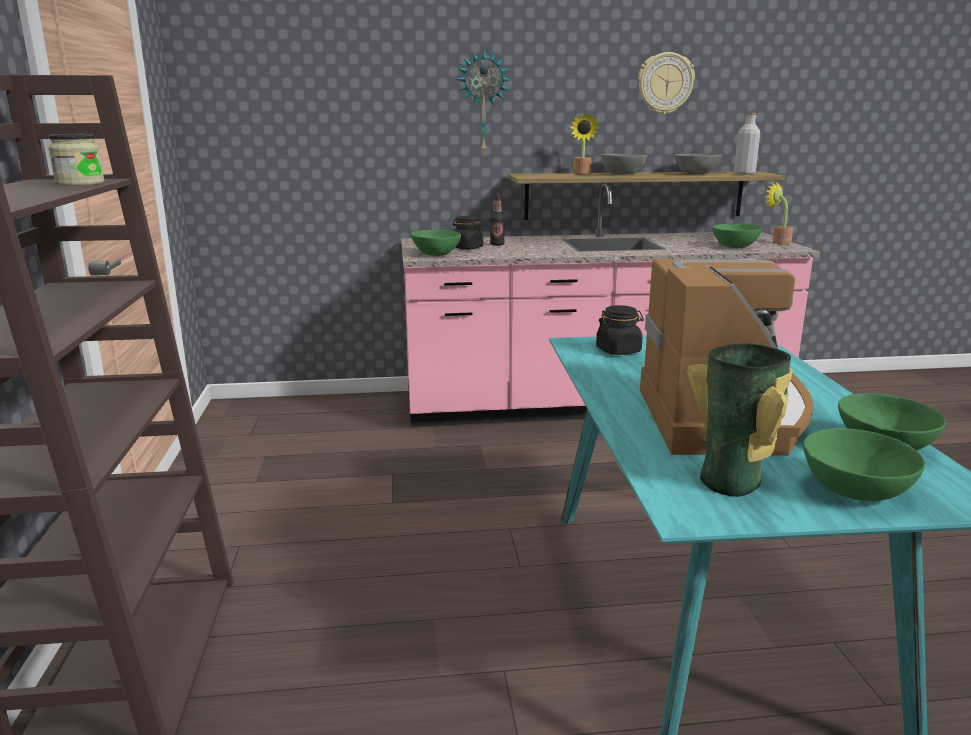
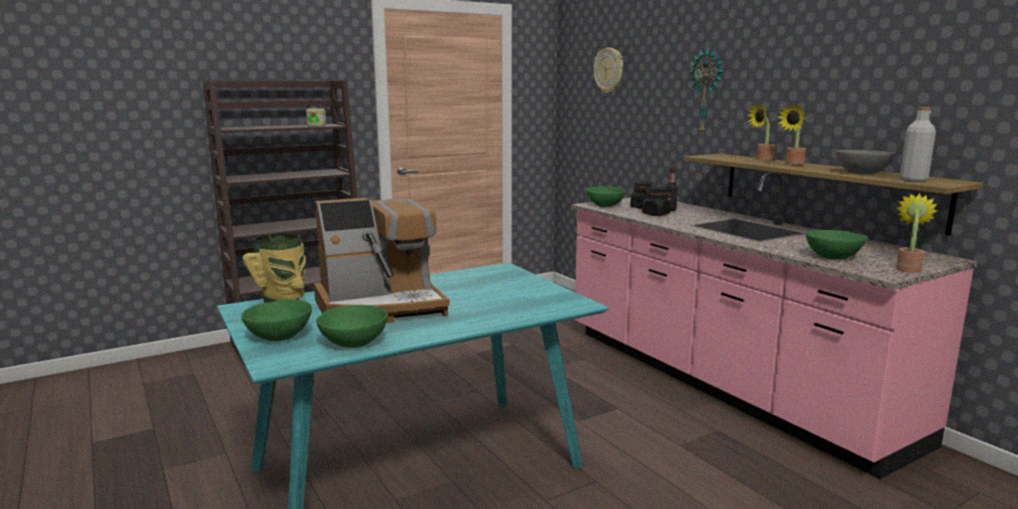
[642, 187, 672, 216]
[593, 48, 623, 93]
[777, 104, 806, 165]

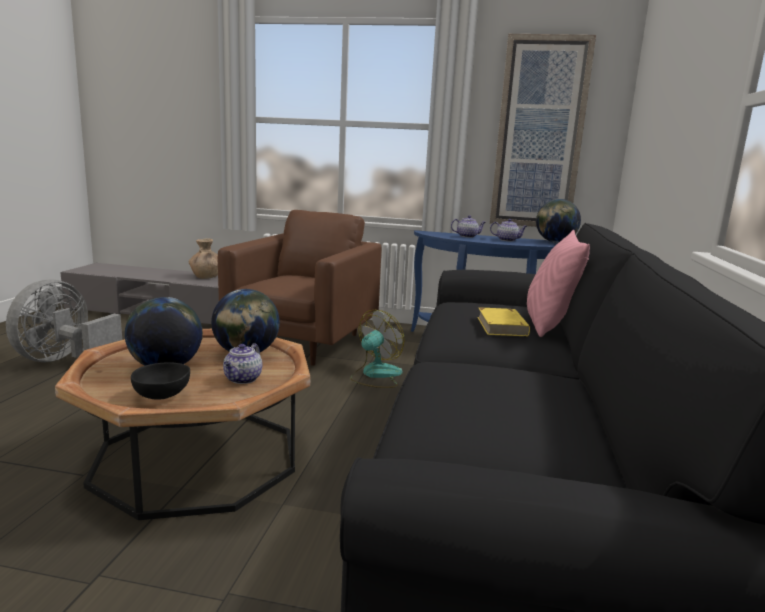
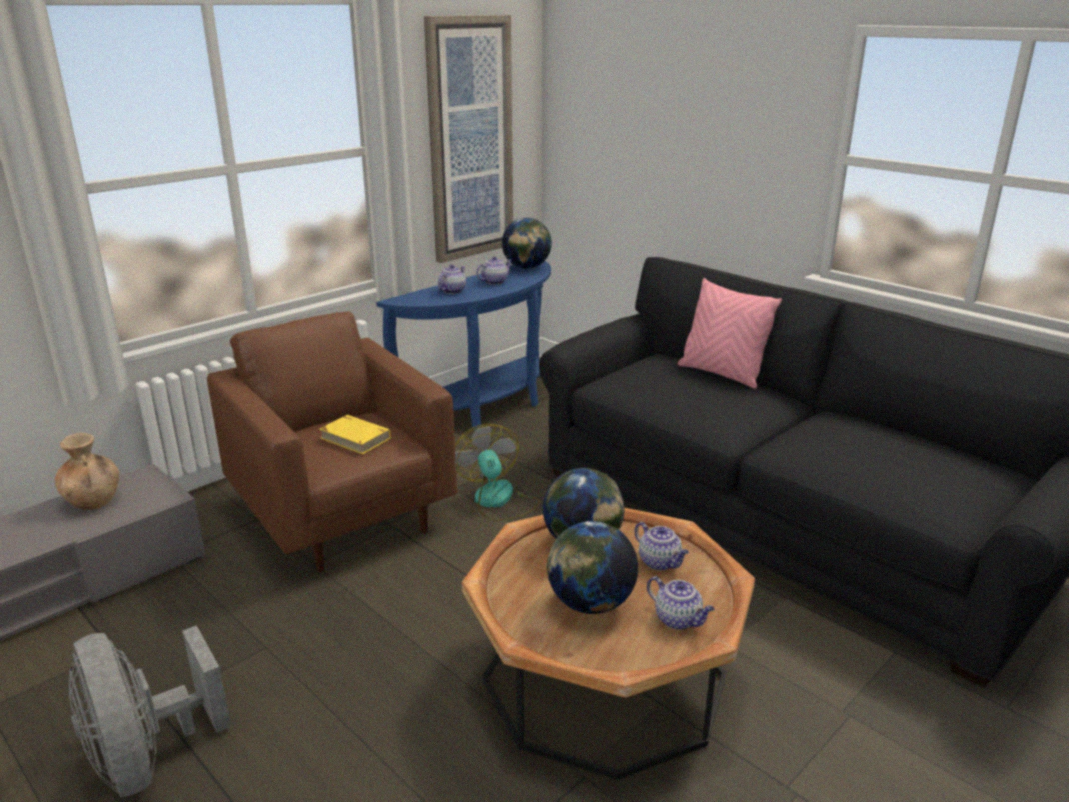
[320, 415, 391, 454]
[647, 576, 715, 630]

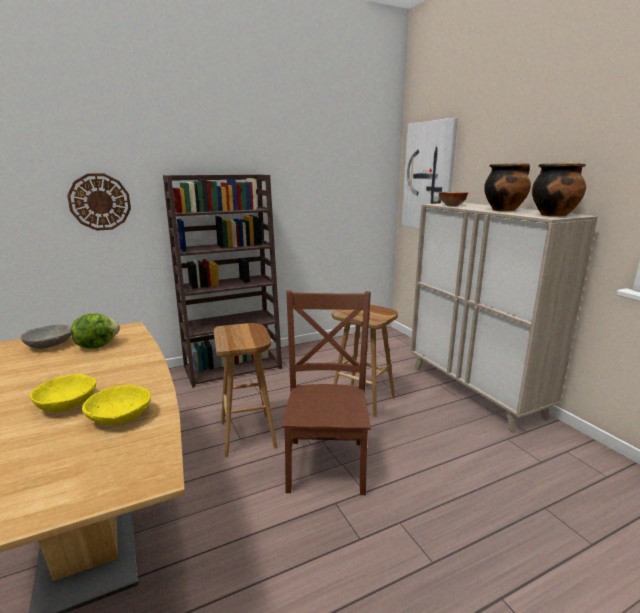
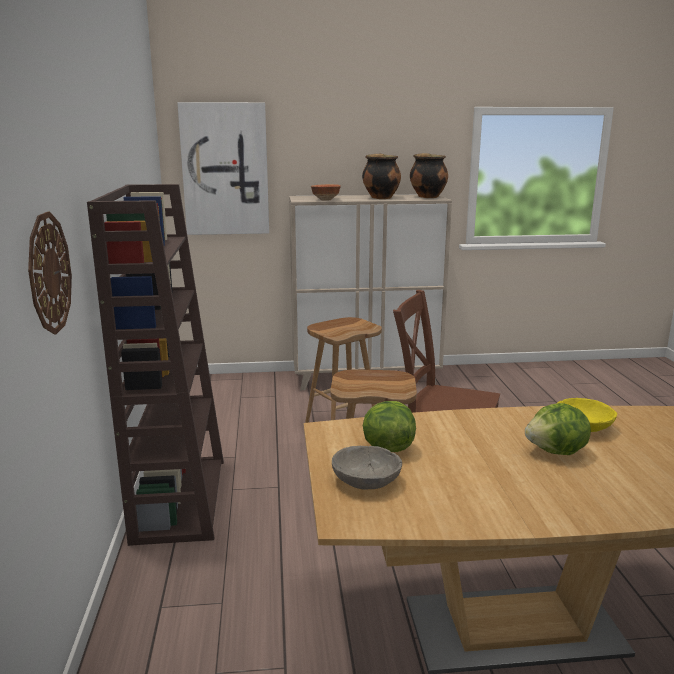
[525, 403, 591, 455]

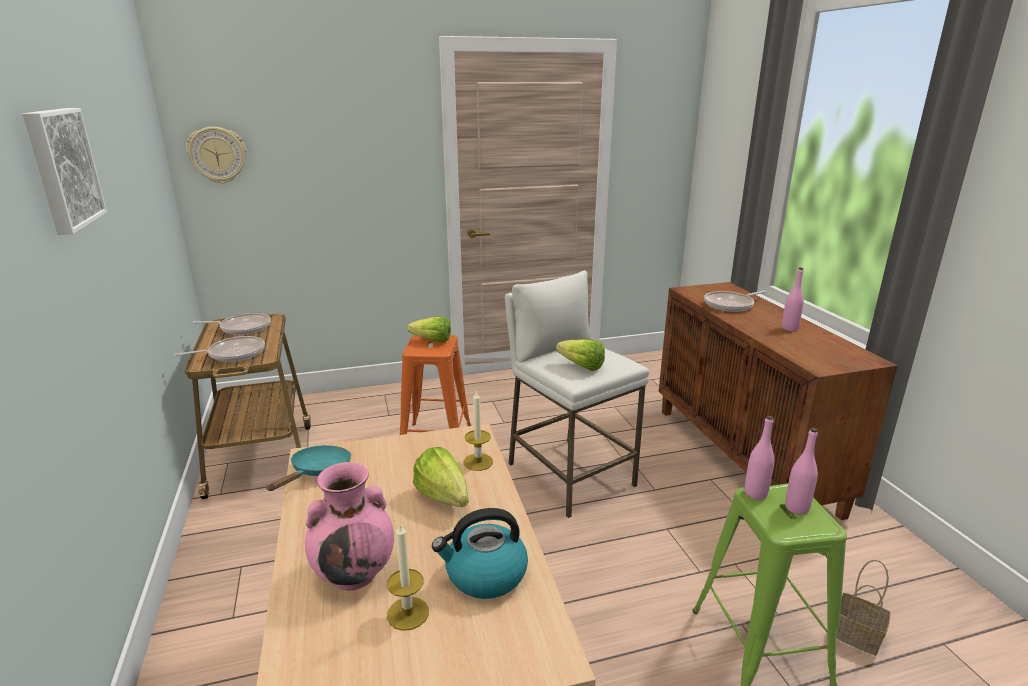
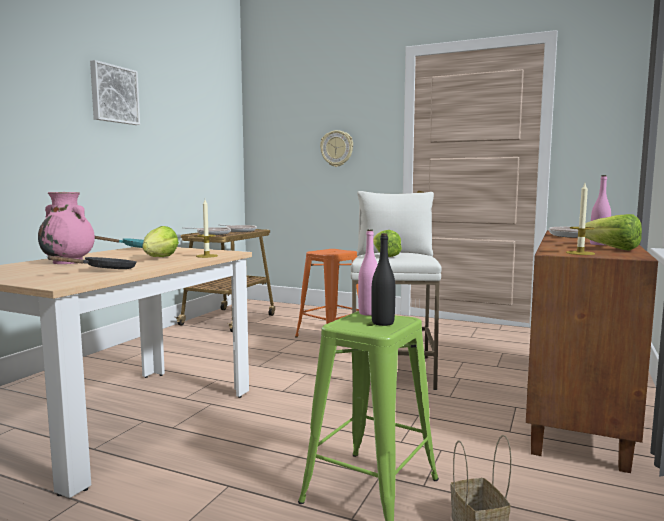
[320, 130, 353, 167]
[566, 183, 595, 255]
[585, 214, 642, 251]
[48, 256, 137, 269]
[371, 233, 395, 326]

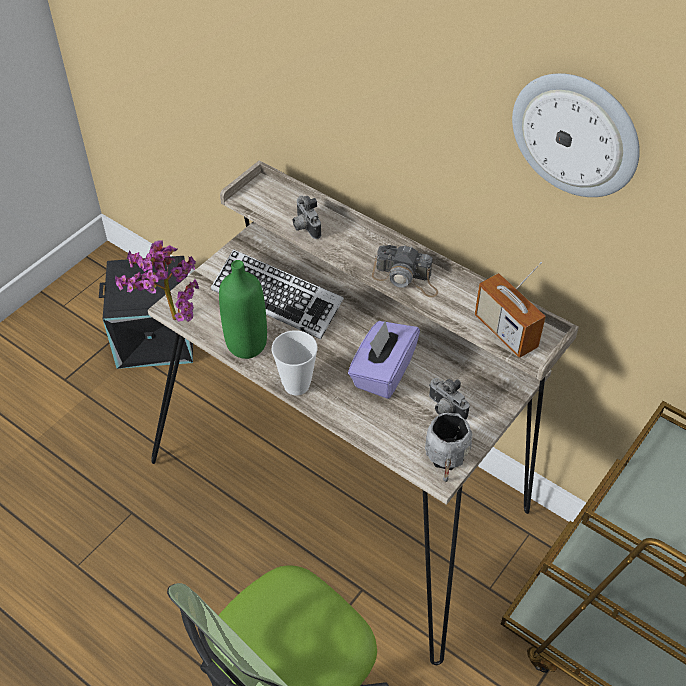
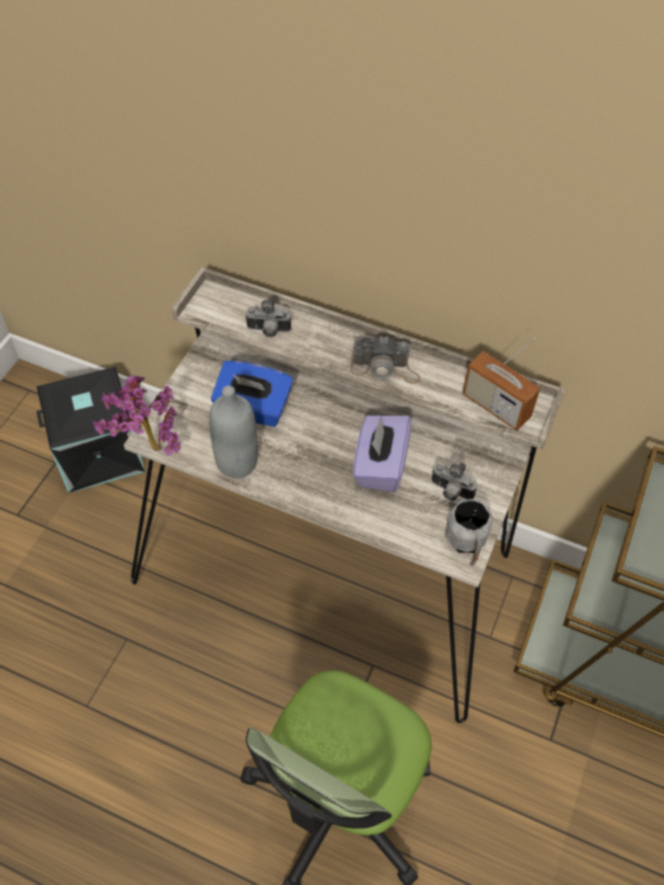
[272, 330, 318, 395] (first image)
[512, 73, 640, 197] (first image)
[211, 361, 294, 427]
[209, 386, 258, 478]
[245, 297, 291, 337]

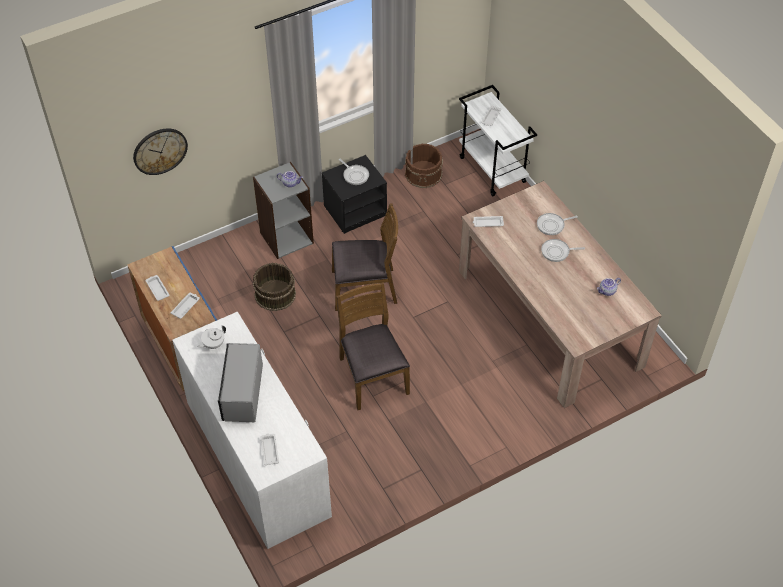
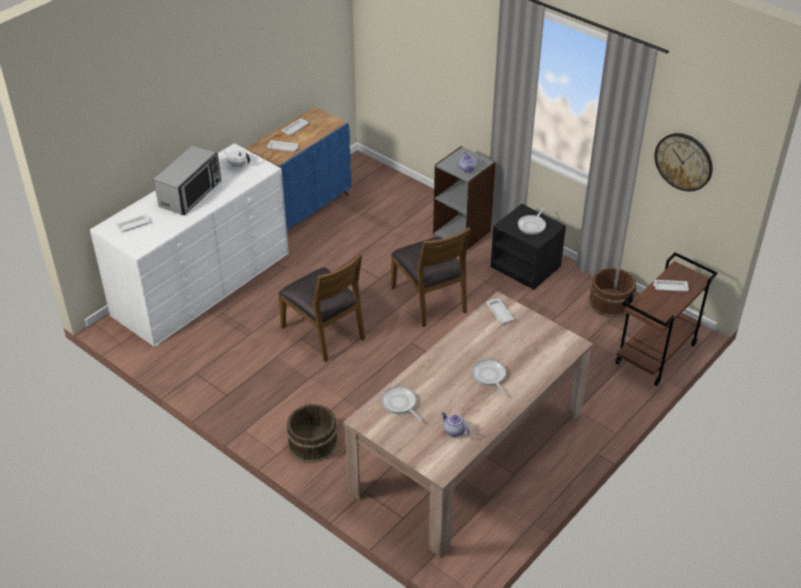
[654, 133, 713, 191]
[286, 404, 338, 463]
[381, 386, 423, 421]
[615, 252, 718, 386]
[154, 145, 221, 215]
[278, 254, 365, 362]

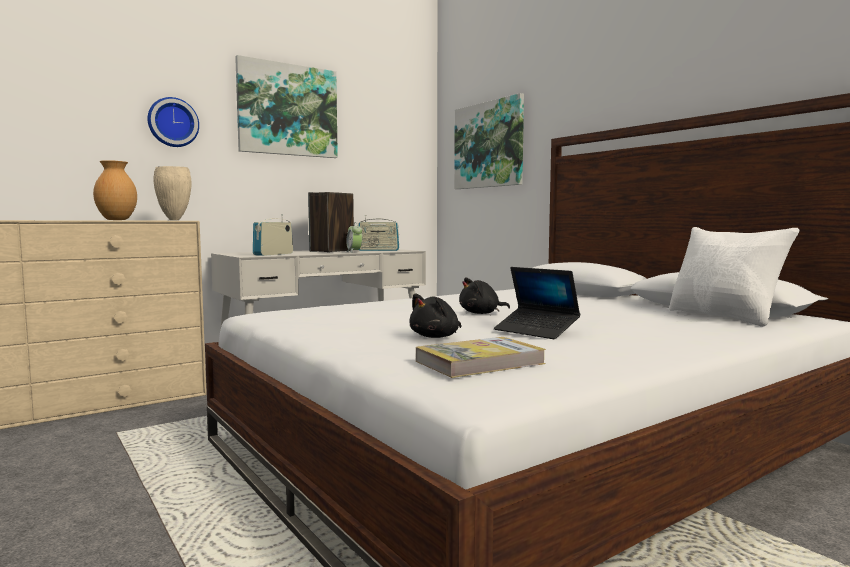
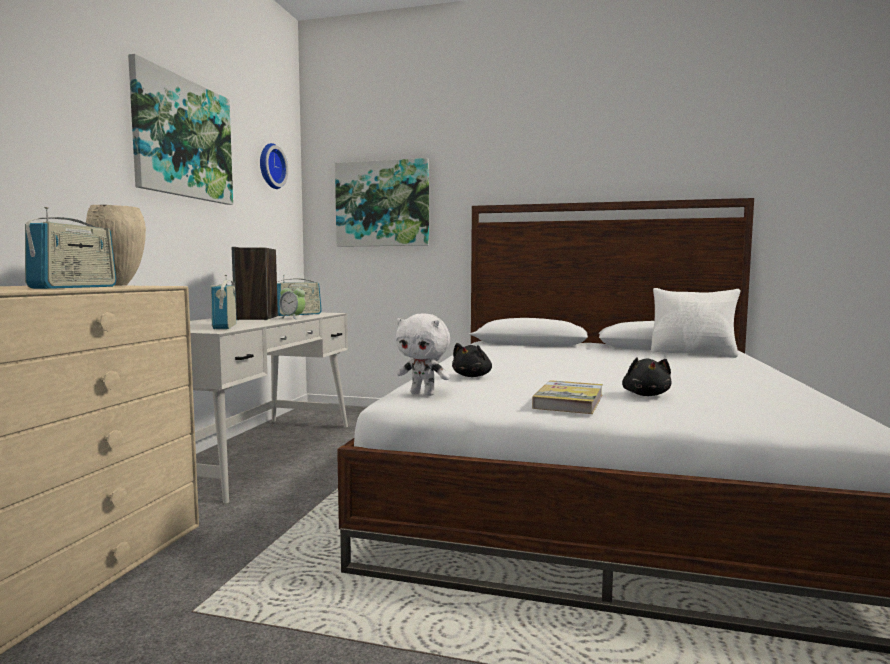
[494, 267, 580, 339] (first image)
[396, 314, 450, 396]
[260, 143, 288, 189]
[532, 380, 603, 414]
[452, 343, 492, 377]
[25, 207, 116, 289]

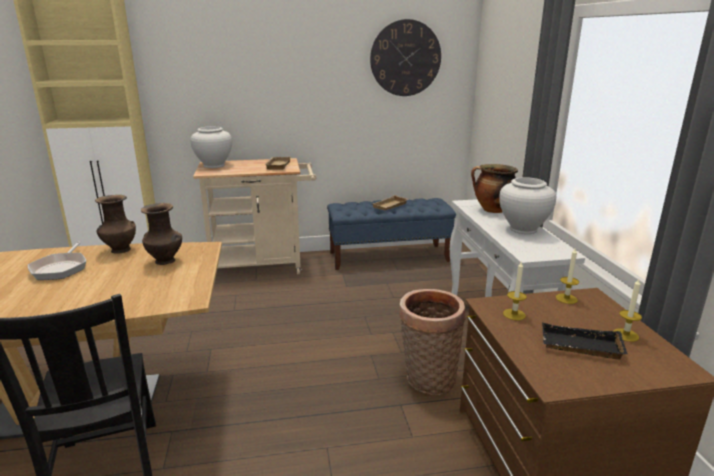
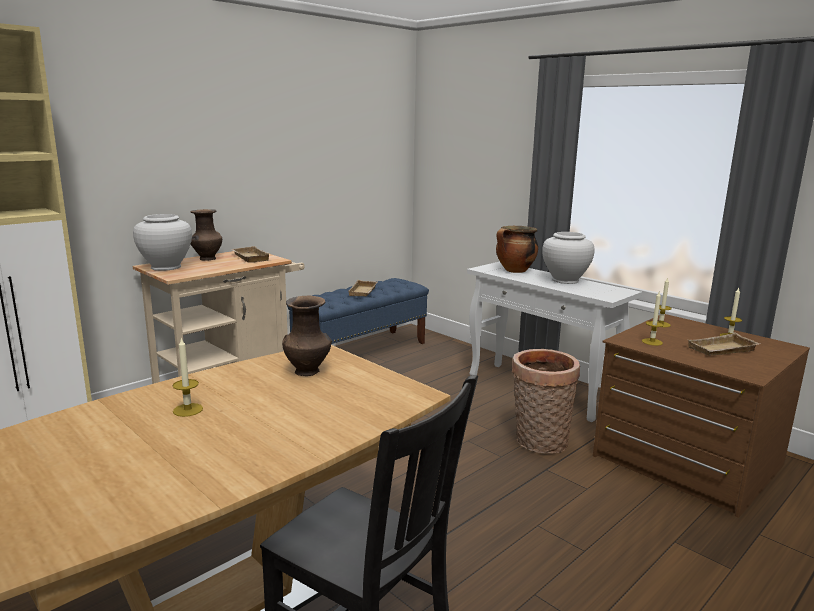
[370, 19, 441, 96] (first image)
[190, 209, 222, 261]
[173, 337, 203, 417]
[688, 333, 760, 356]

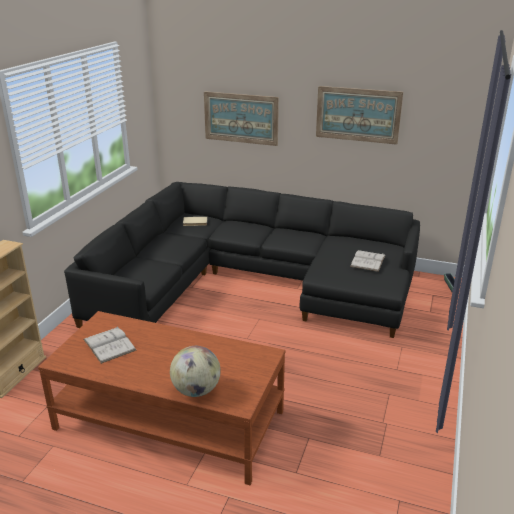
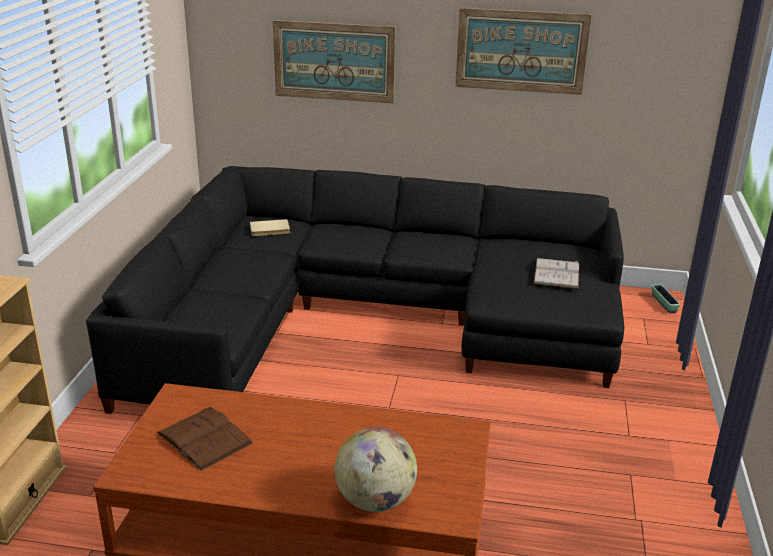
[156, 407, 253, 471]

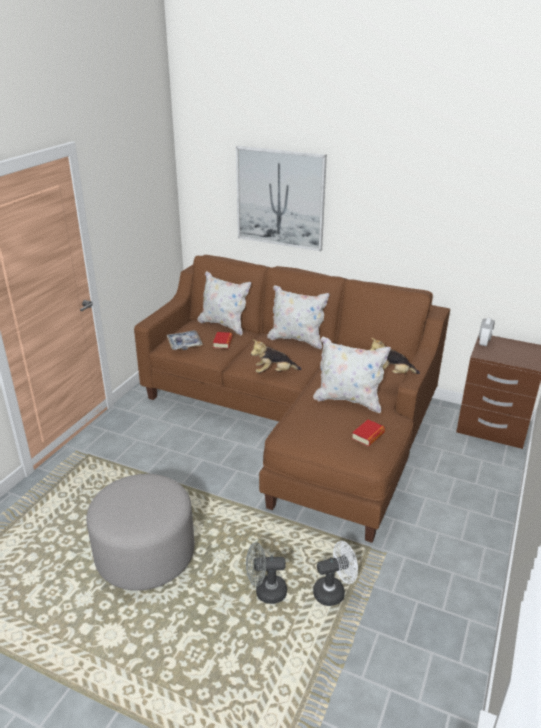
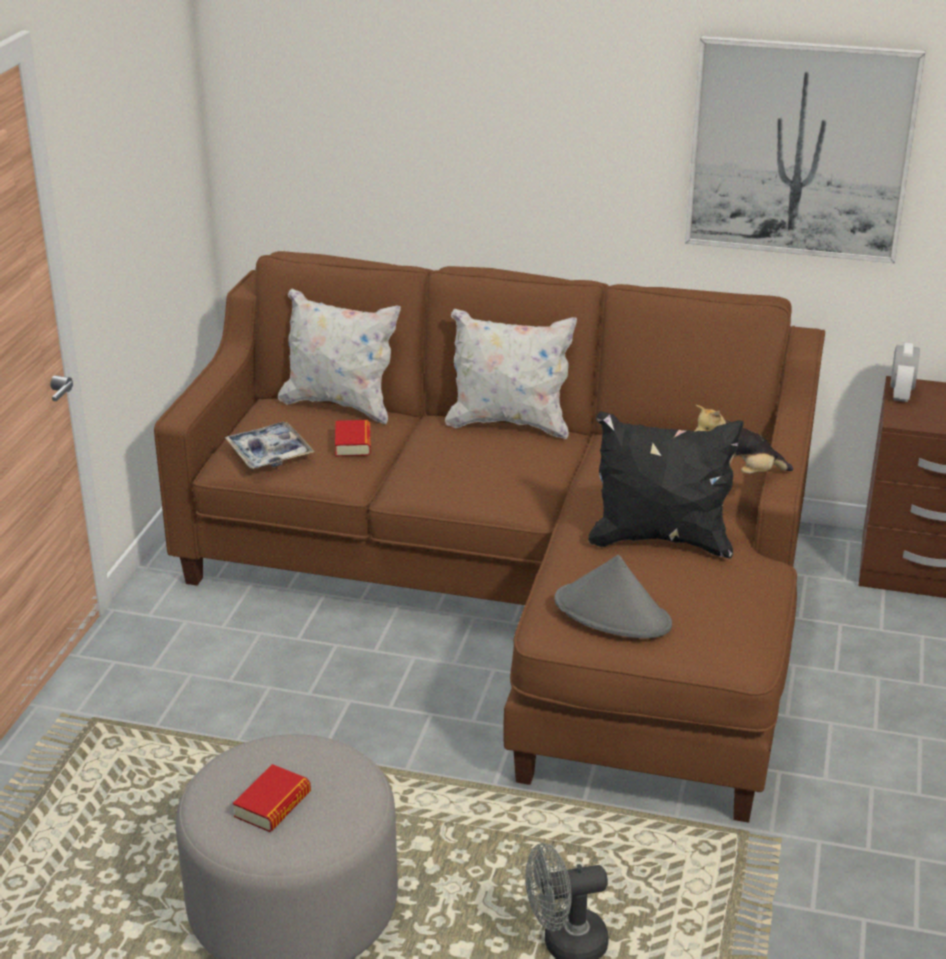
[251, 339, 302, 373] (first image)
[313, 541, 358, 606] (first image)
[555, 555, 672, 639]
[685, 36, 925, 263]
[233, 764, 311, 832]
[588, 411, 744, 559]

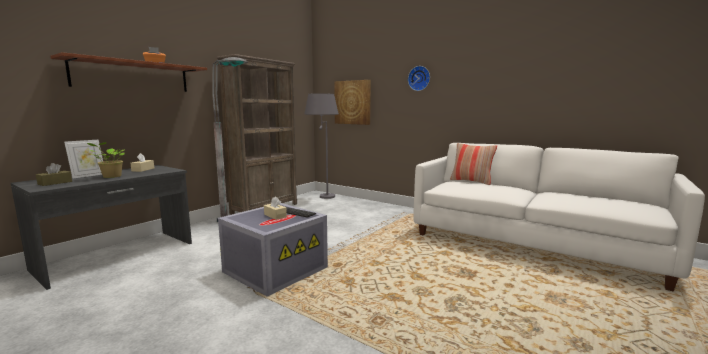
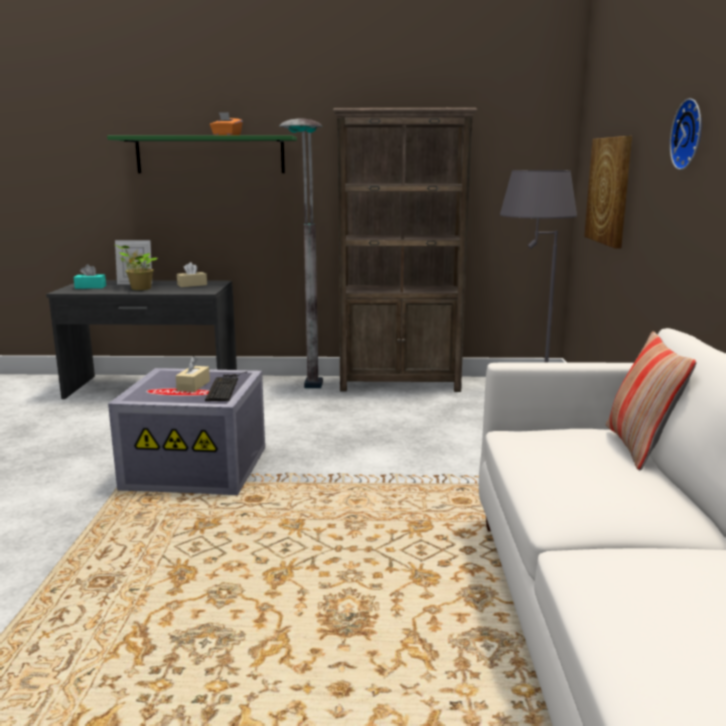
[73, 264, 106, 289]
[107, 135, 297, 173]

